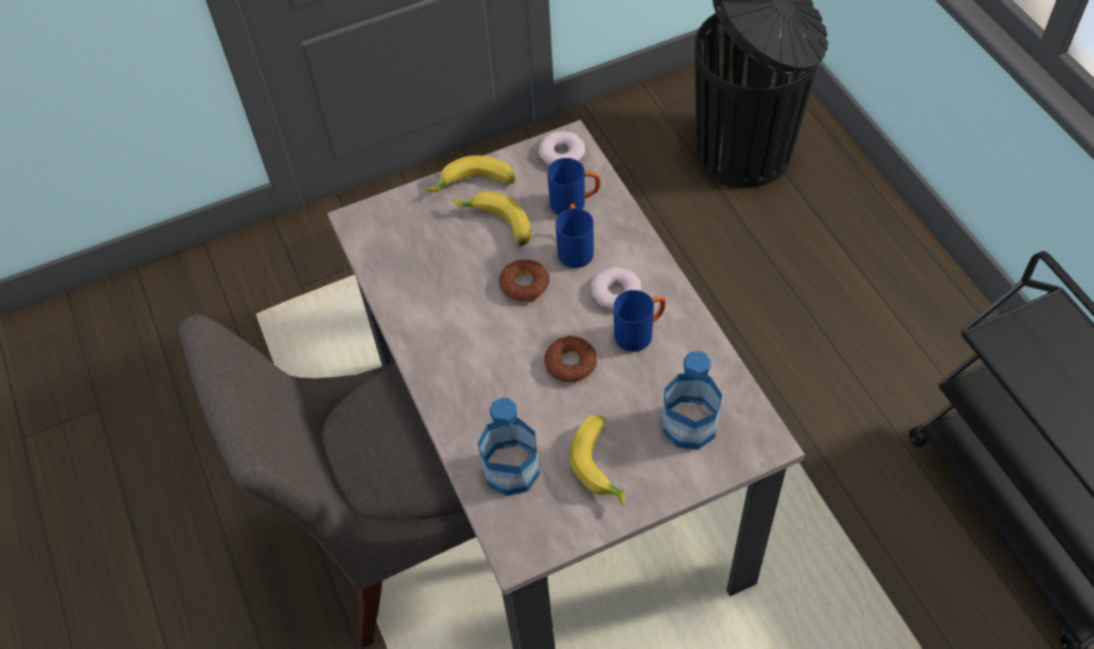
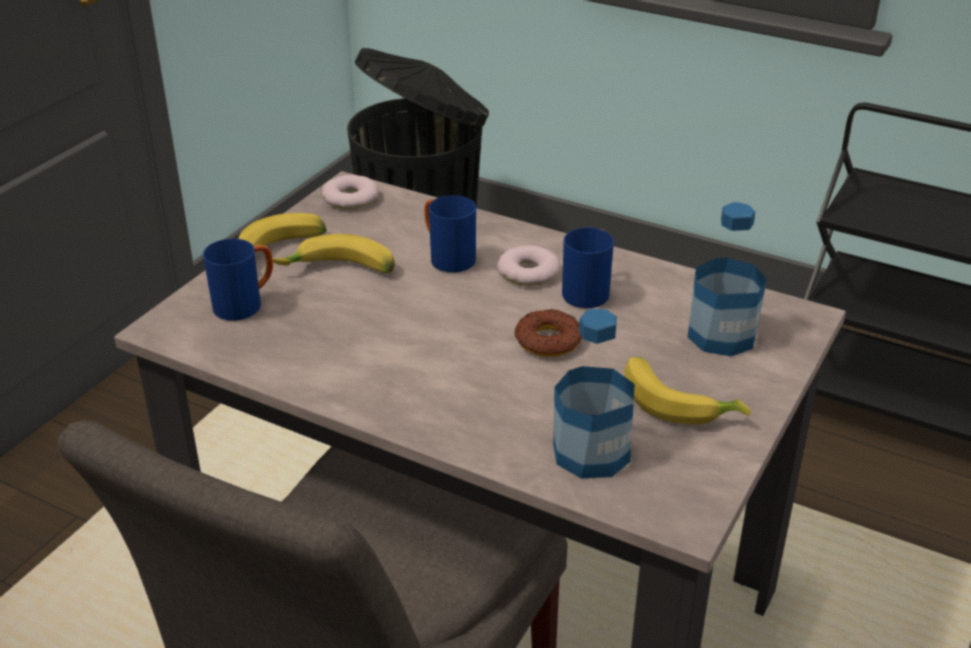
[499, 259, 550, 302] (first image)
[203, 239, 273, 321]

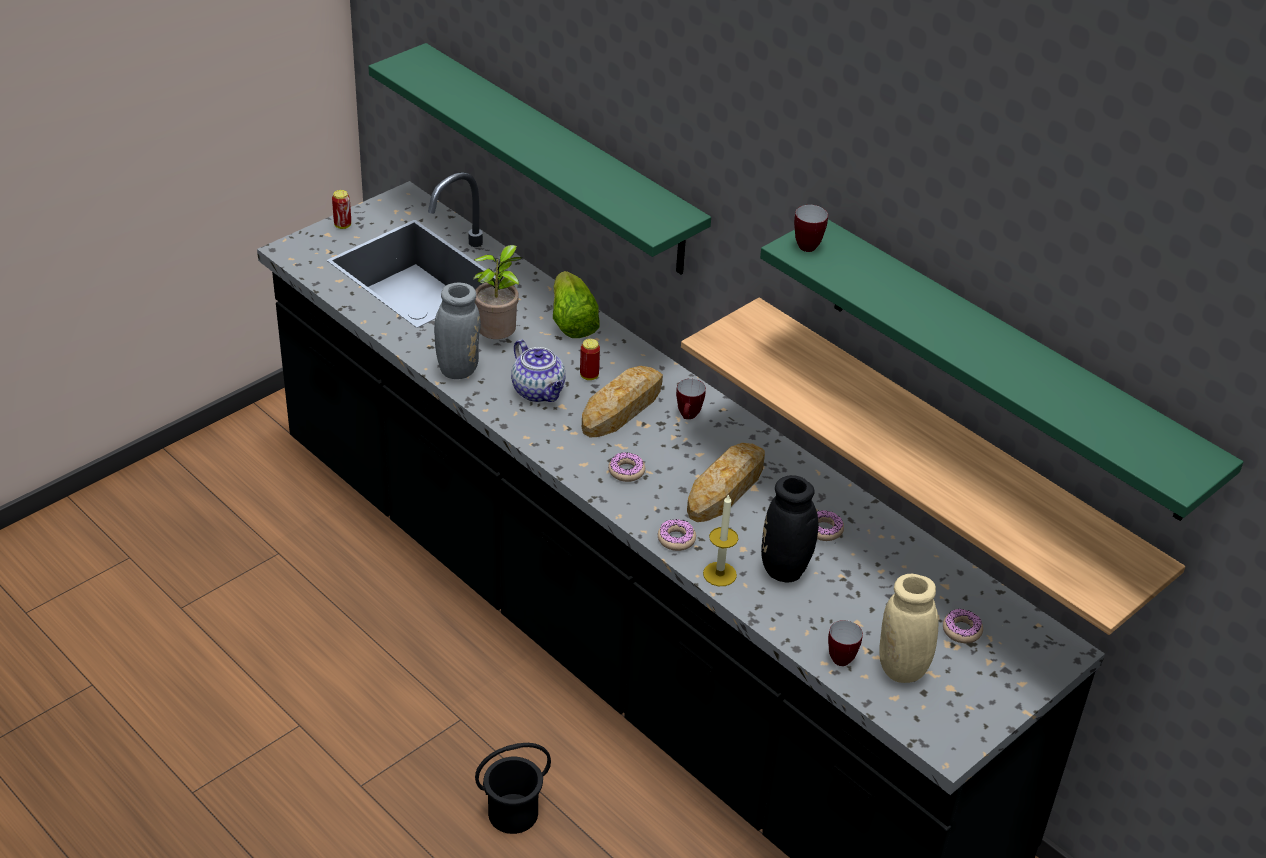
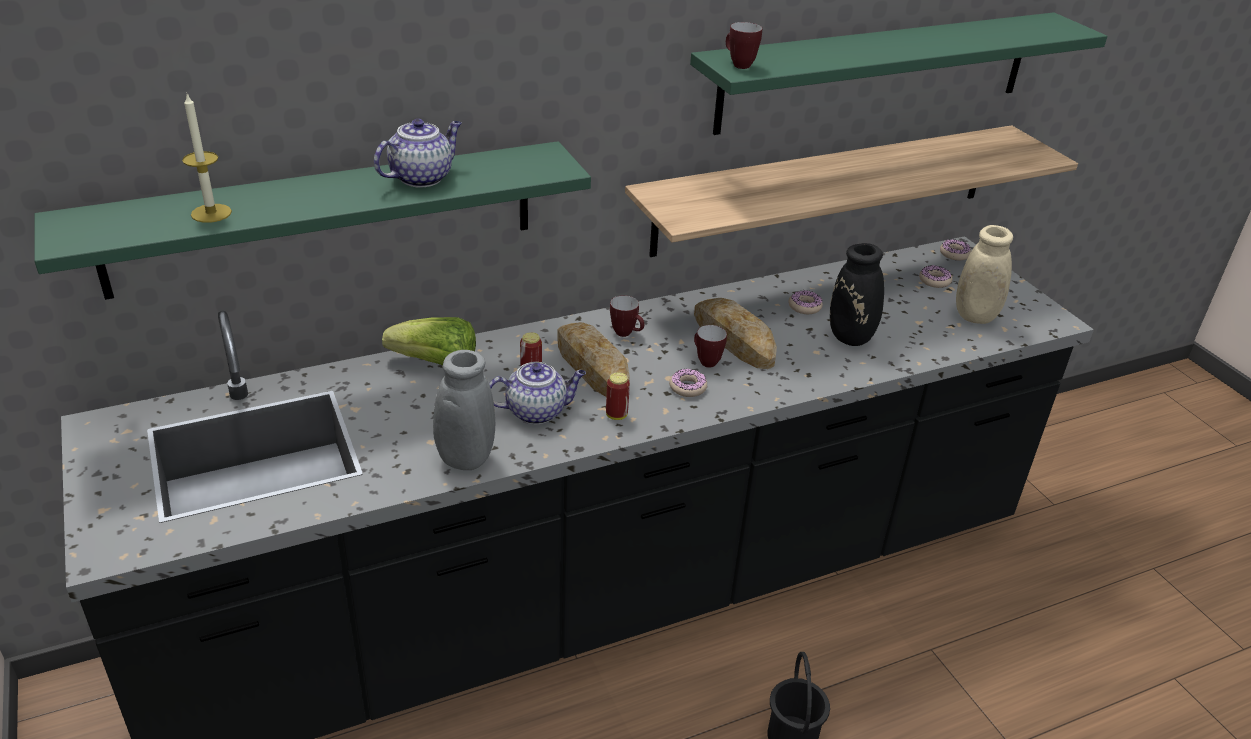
[473, 245, 523, 339] (first image)
[374, 119, 462, 188]
[606, 372, 630, 420]
[940, 239, 971, 260]
[182, 94, 232, 223]
[694, 325, 727, 368]

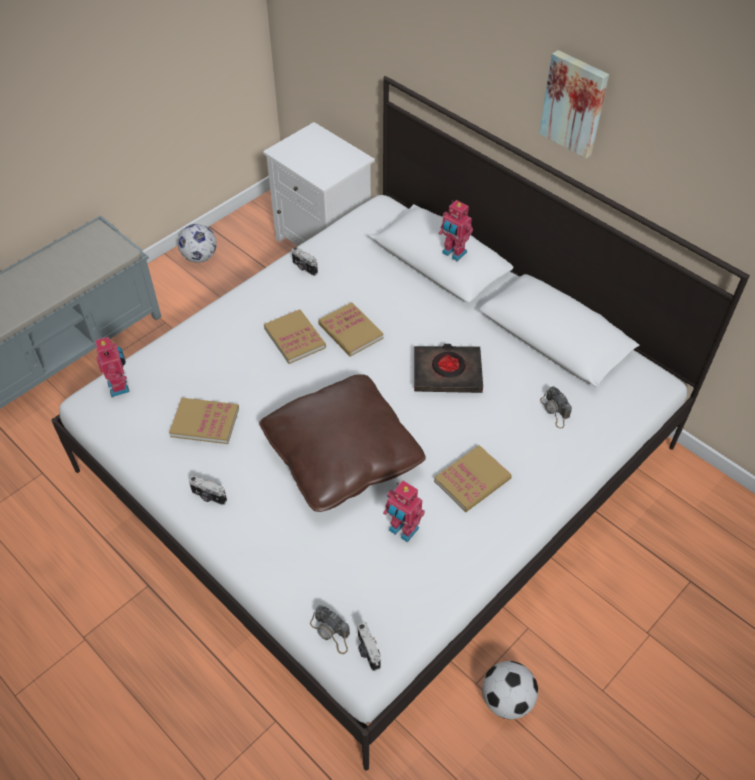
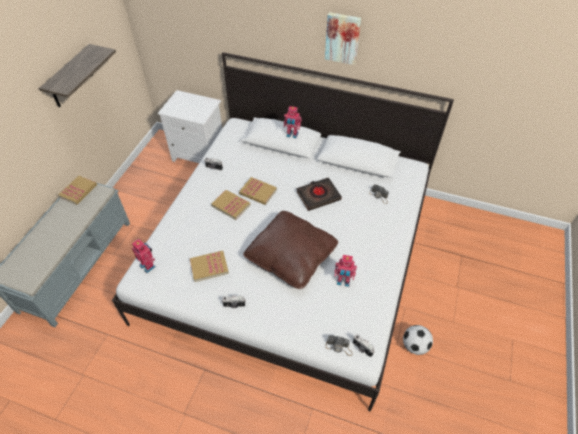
[178, 224, 217, 263] (first image)
[39, 44, 116, 107]
[58, 176, 97, 205]

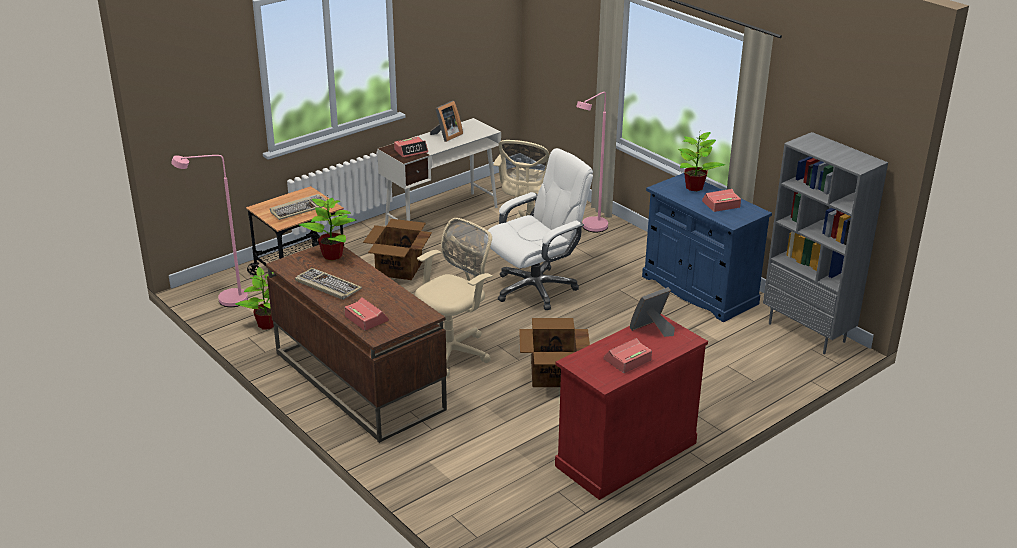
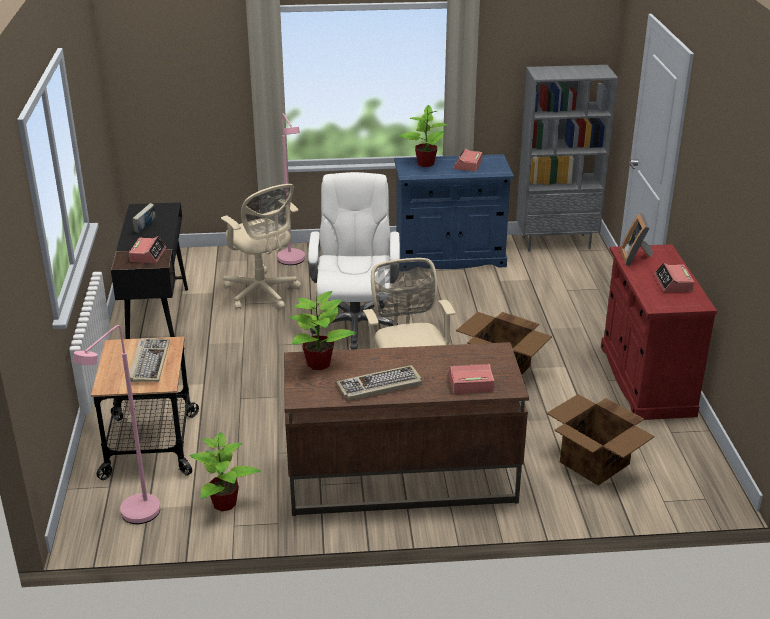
[547, 394, 655, 486]
[132, 203, 155, 233]
[111, 202, 188, 339]

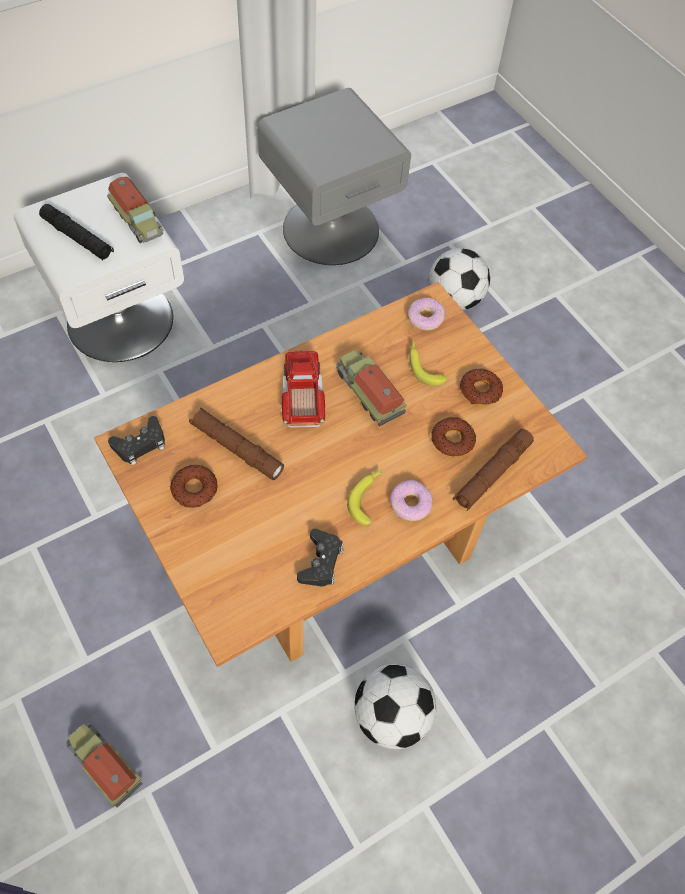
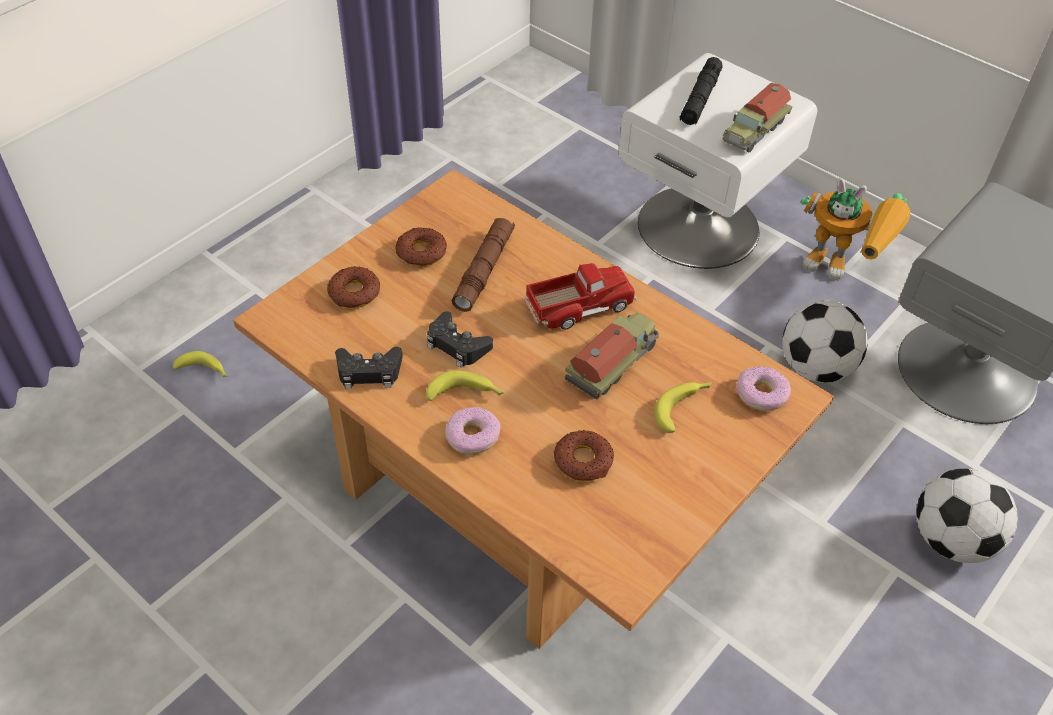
[453, 429, 534, 511] (first image)
[801, 178, 910, 281]
[427, 311, 493, 368]
[782, 300, 868, 383]
[327, 266, 380, 308]
[173, 351, 228, 377]

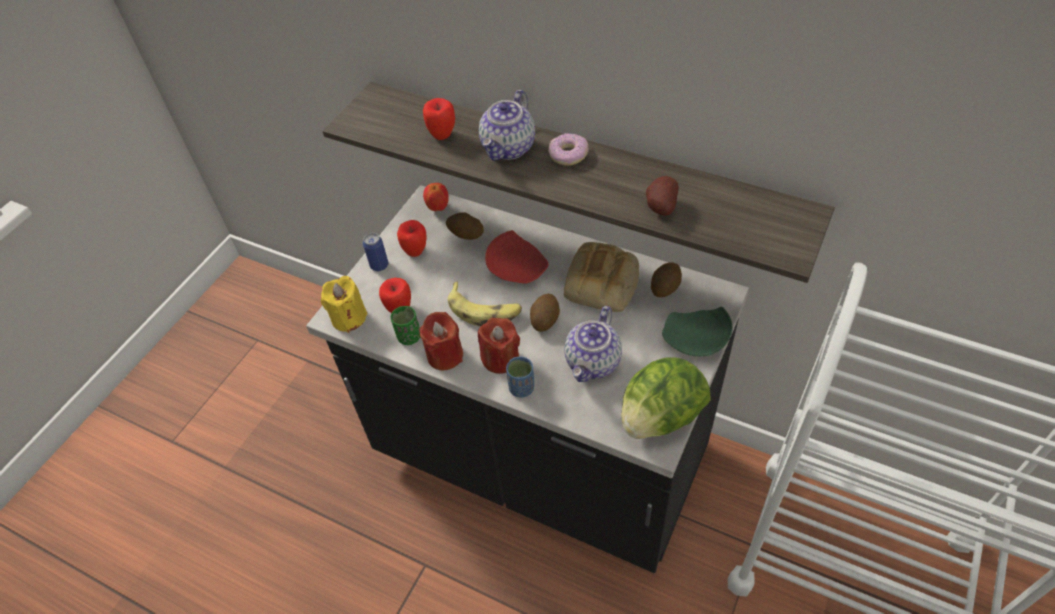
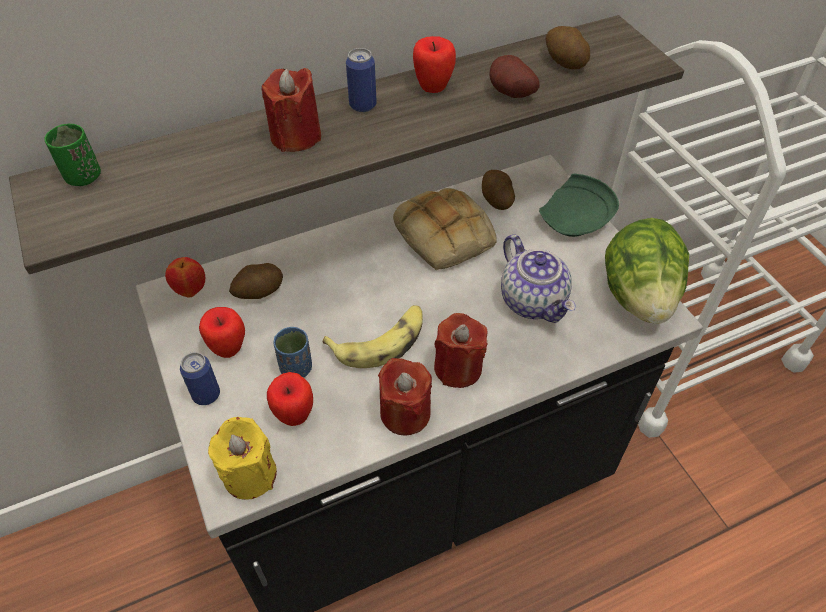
[485, 230, 549, 284] (first image)
[44, 124, 101, 186]
[413, 36, 456, 93]
[274, 327, 312, 378]
[545, 26, 590, 70]
[261, 68, 321, 152]
[346, 48, 377, 112]

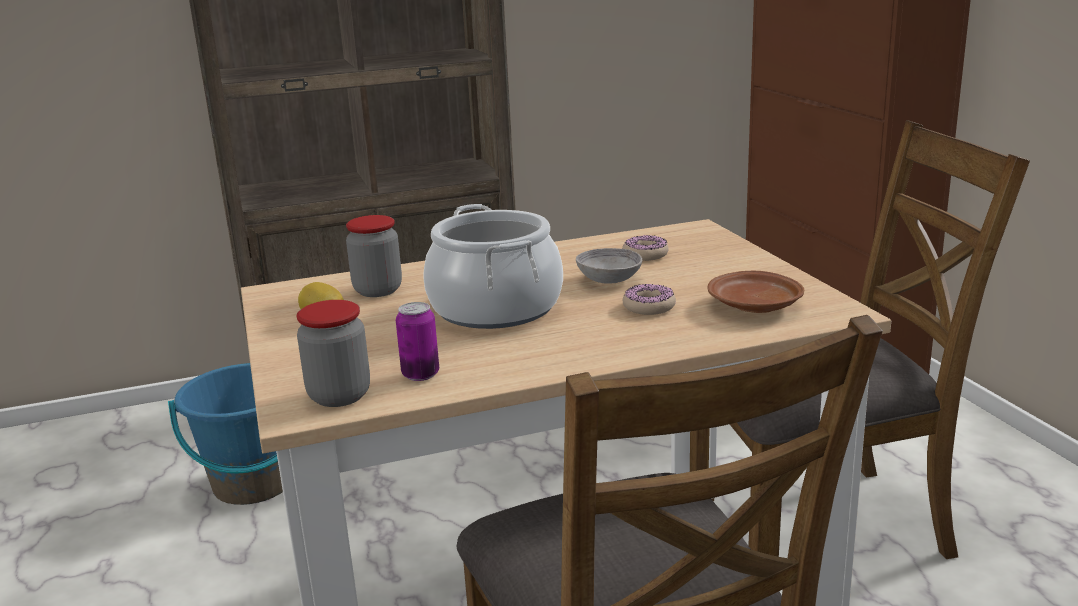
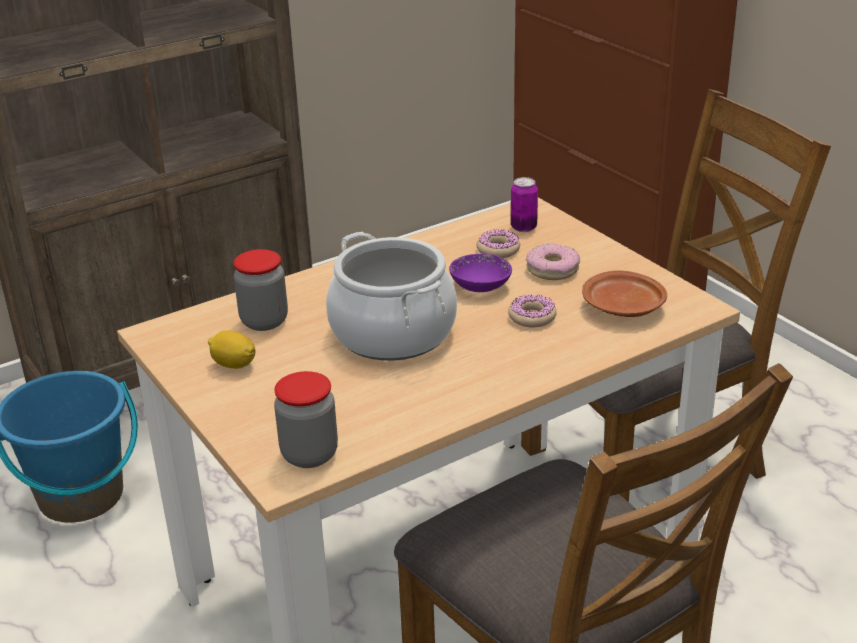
[526, 244, 580, 280]
[511, 177, 538, 232]
[449, 254, 512, 292]

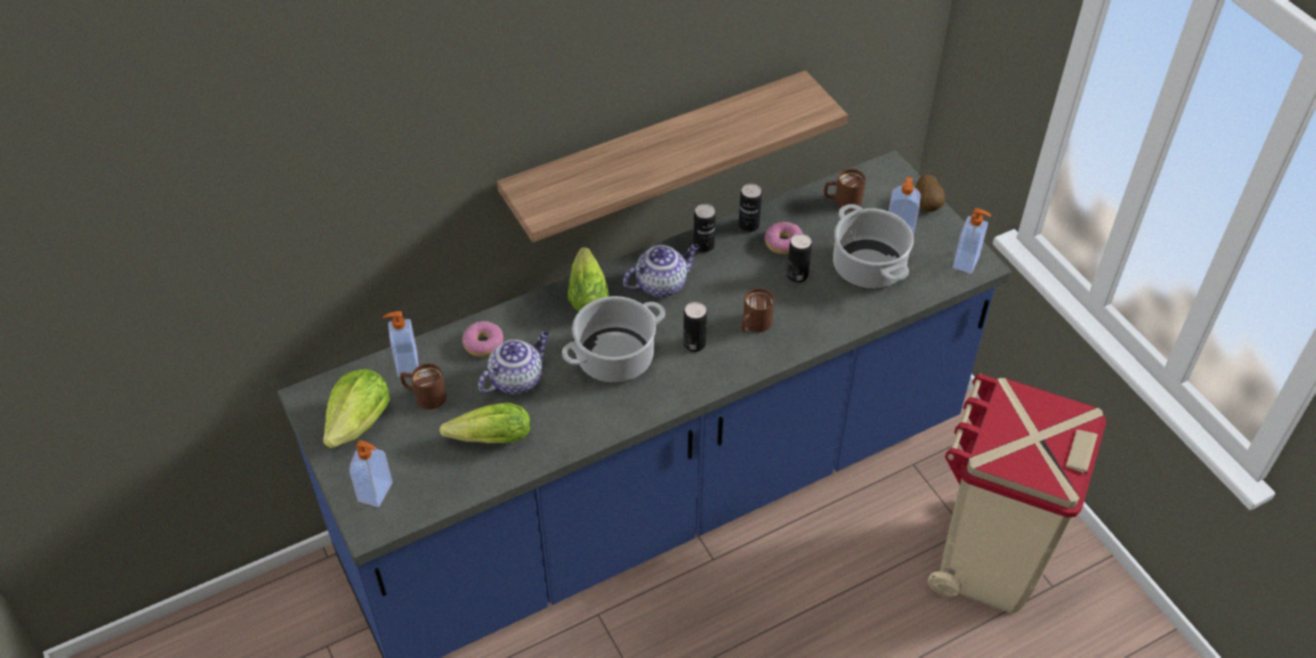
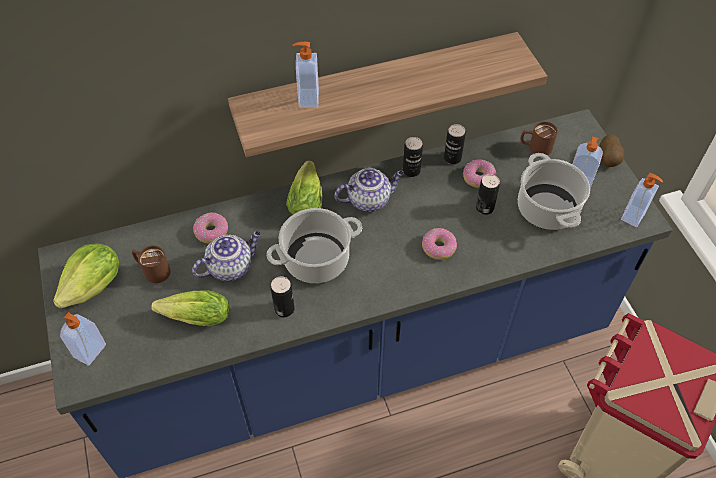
[292, 42, 319, 108]
[271, 276, 294, 317]
[422, 228, 457, 260]

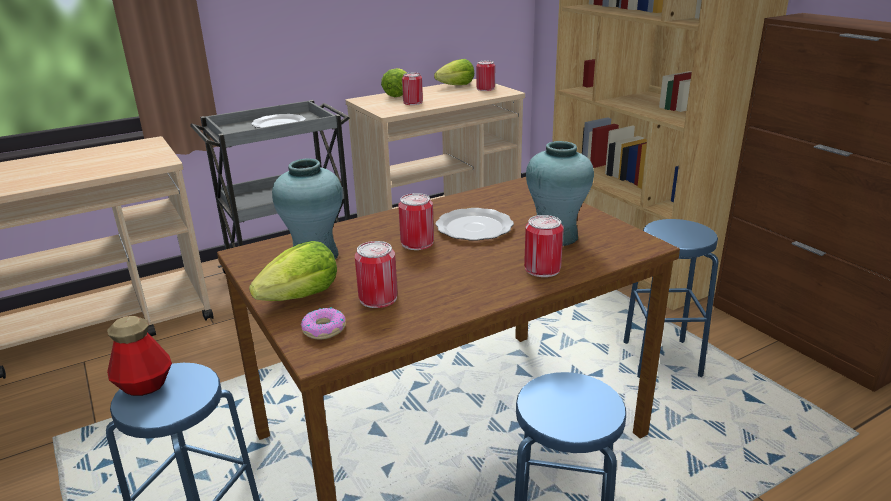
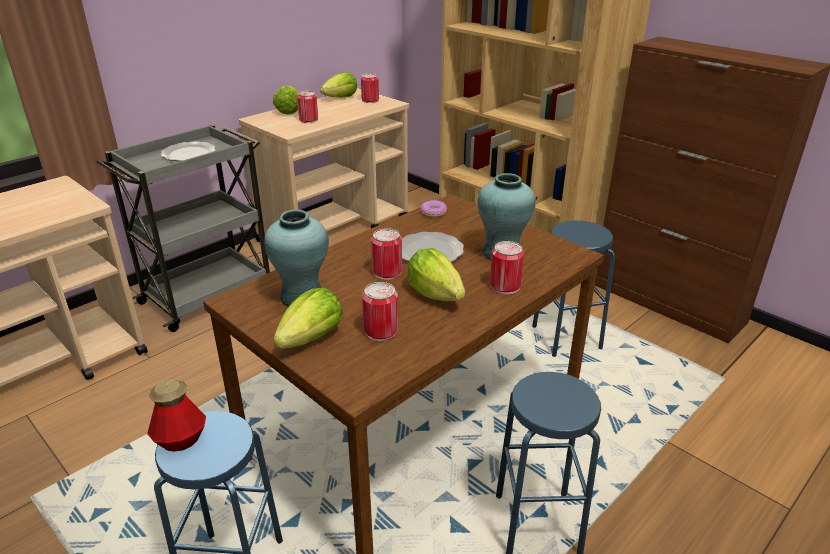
[407, 248, 465, 301]
[421, 200, 447, 217]

